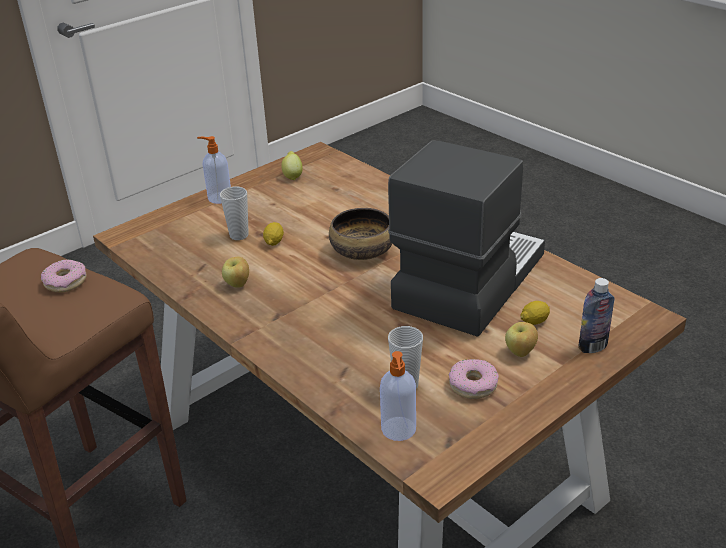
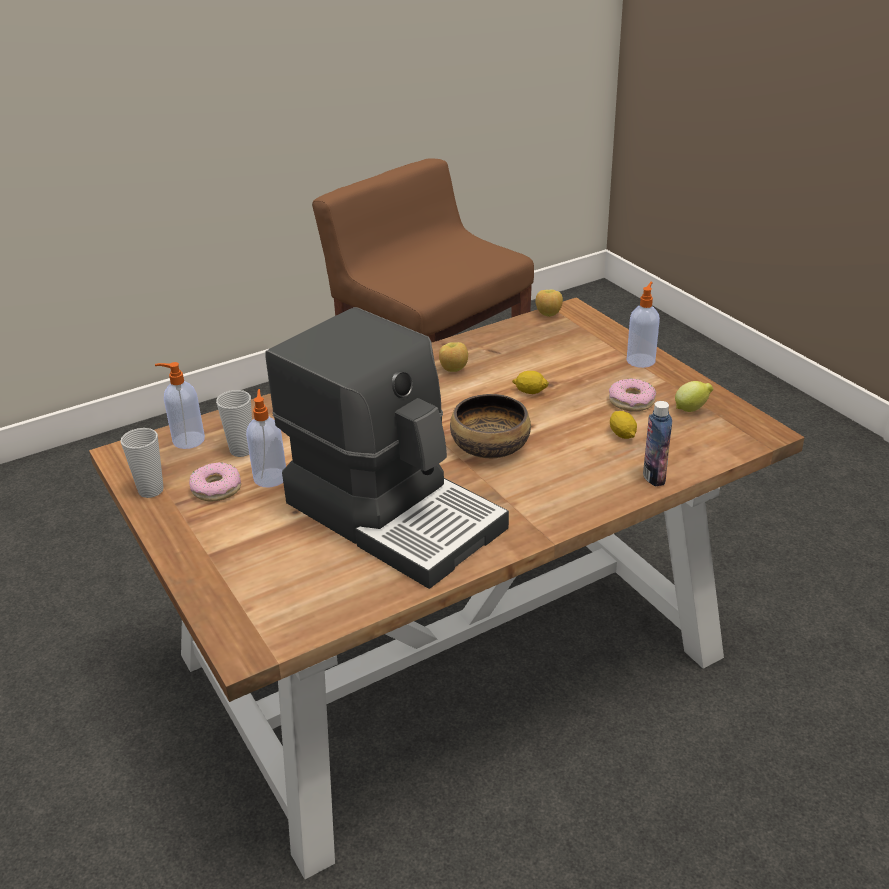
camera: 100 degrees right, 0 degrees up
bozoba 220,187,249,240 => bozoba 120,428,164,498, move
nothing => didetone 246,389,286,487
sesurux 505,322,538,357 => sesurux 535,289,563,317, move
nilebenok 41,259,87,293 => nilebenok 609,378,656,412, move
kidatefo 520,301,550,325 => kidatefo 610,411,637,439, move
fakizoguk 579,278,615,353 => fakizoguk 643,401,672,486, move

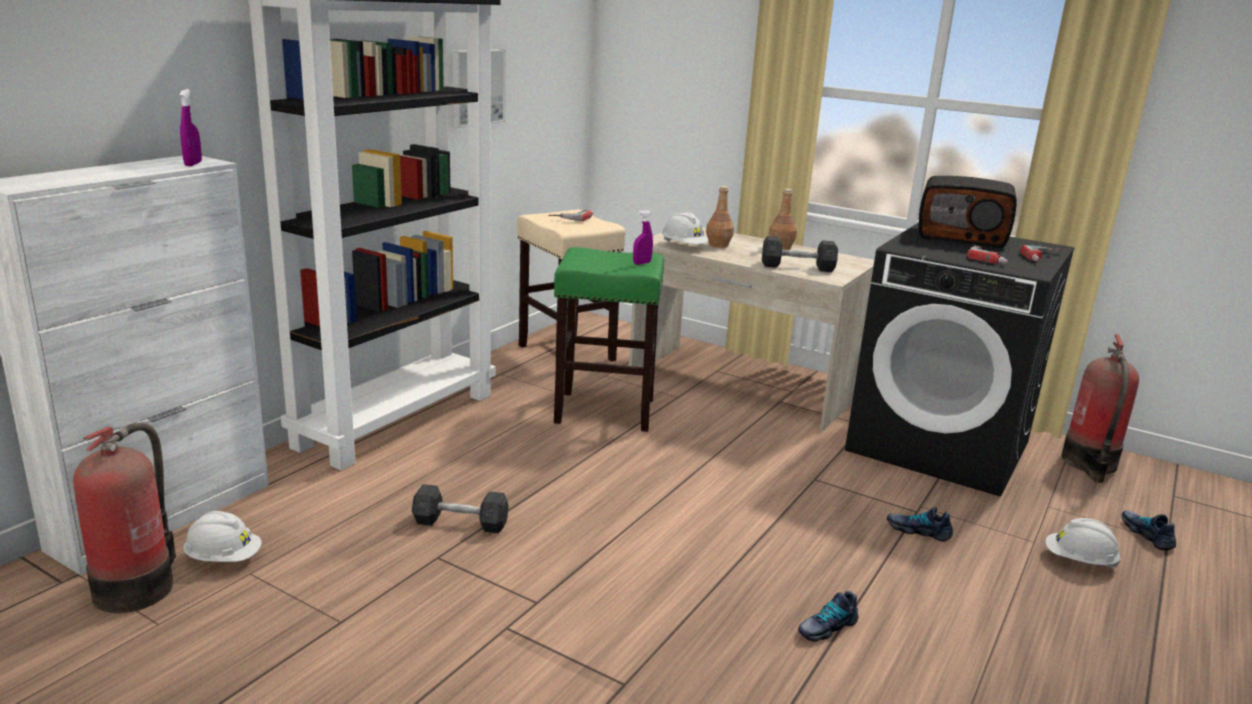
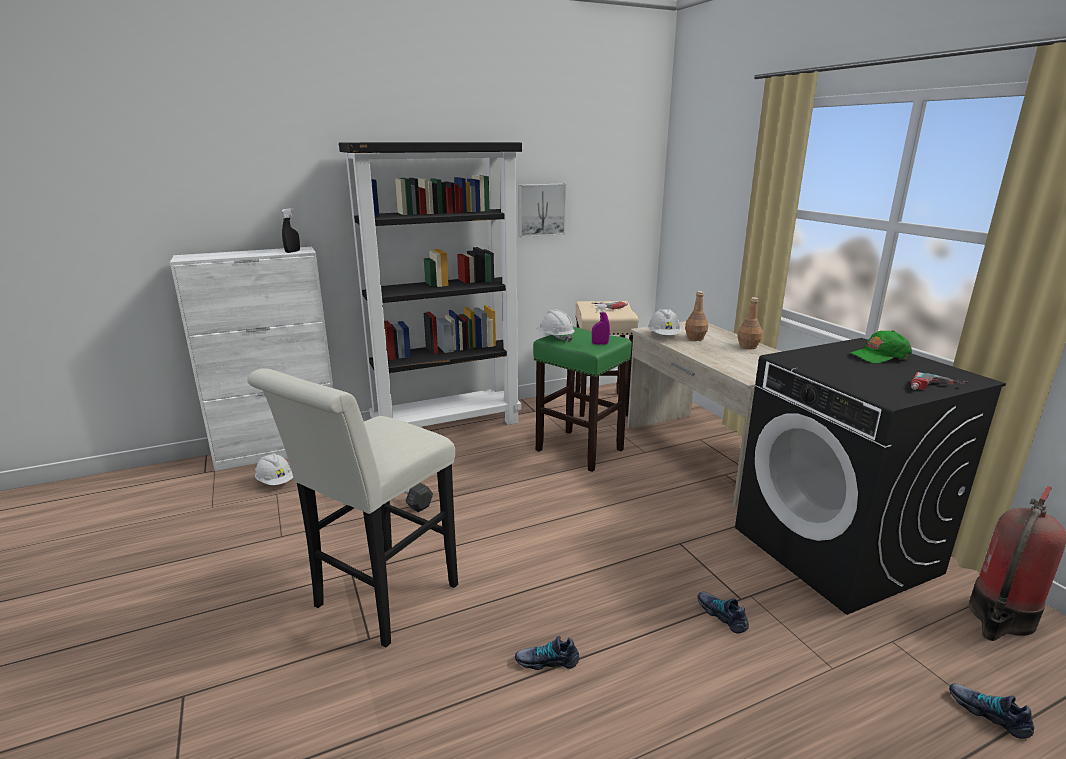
camera: 35 degrees right, 0 degrees up
nothing => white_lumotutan 247,369,458,648
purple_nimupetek 179,89,202,166 => black_nimupetek 281,208,300,253
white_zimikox 1046,518,1120,567 => white_zimikox 536,309,575,342, move
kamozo 919,176,1017,248 => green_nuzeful 850,330,912,363
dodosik 1121,510,1176,551 => dodosik 949,683,1034,739, 60 degrees counterclockwise
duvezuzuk 73,423,176,613 => nothing
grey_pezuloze 762,236,838,272 => nothing
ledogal 967,244,1008,264 => nothing

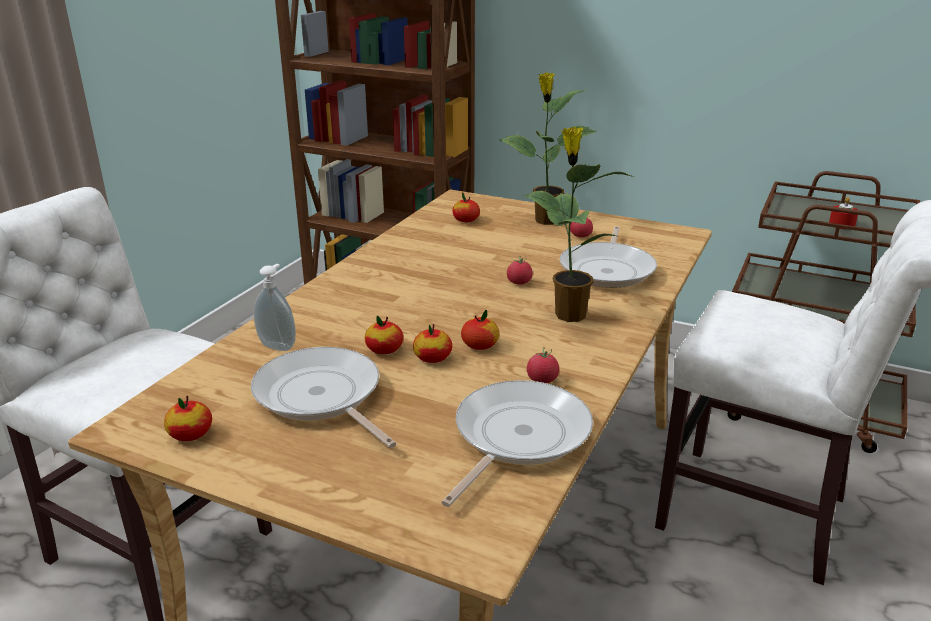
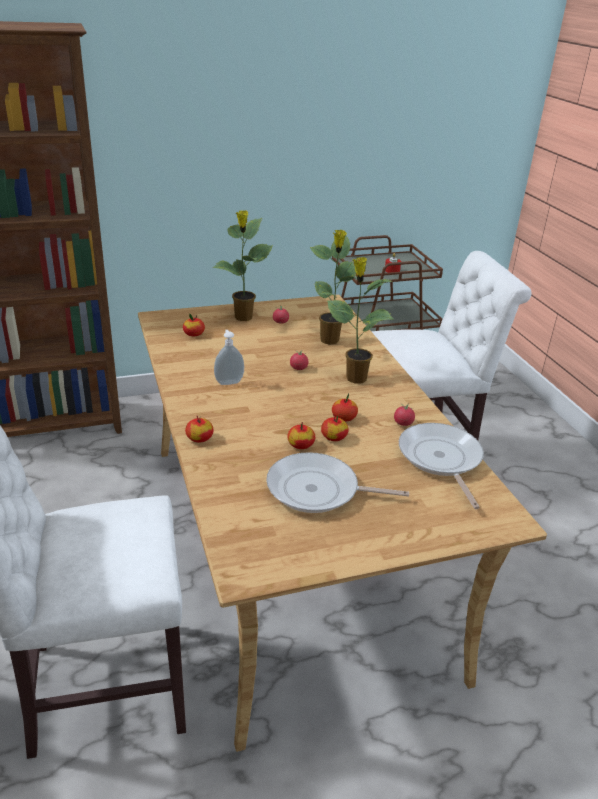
camera: 45 degrees left, 5 degrees up
sesurux 164,396,212,441 => sesurux 185,416,214,443, move
didetone 254,264,296,351 => didetone 214,330,244,385, move
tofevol 560,226,657,288 => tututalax 310,230,357,345

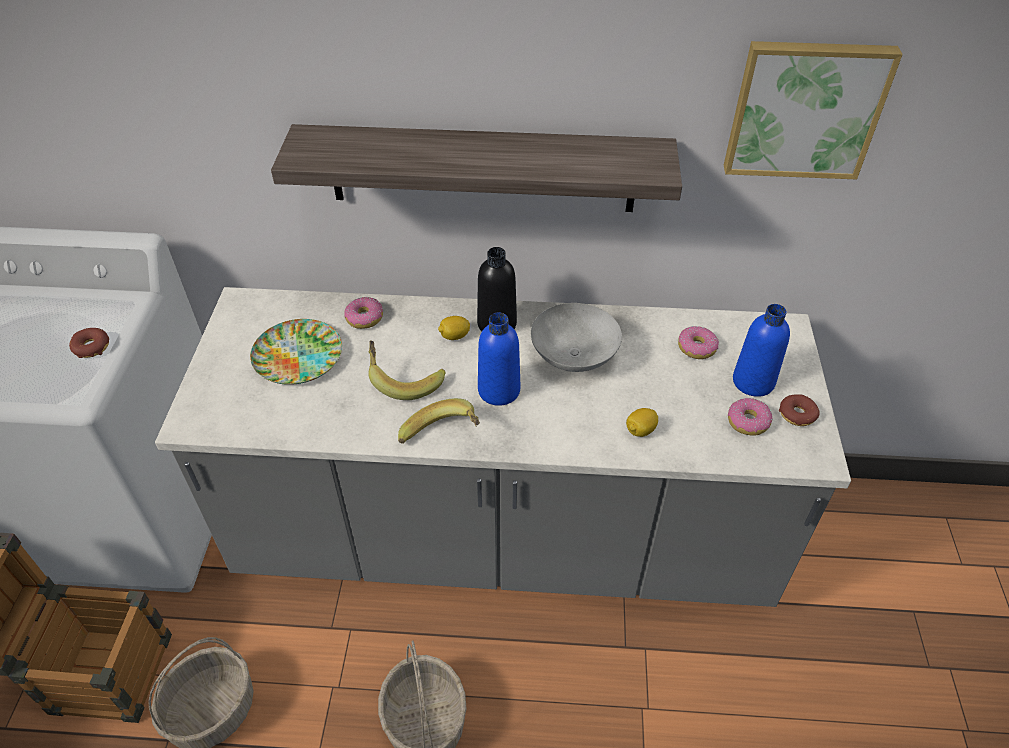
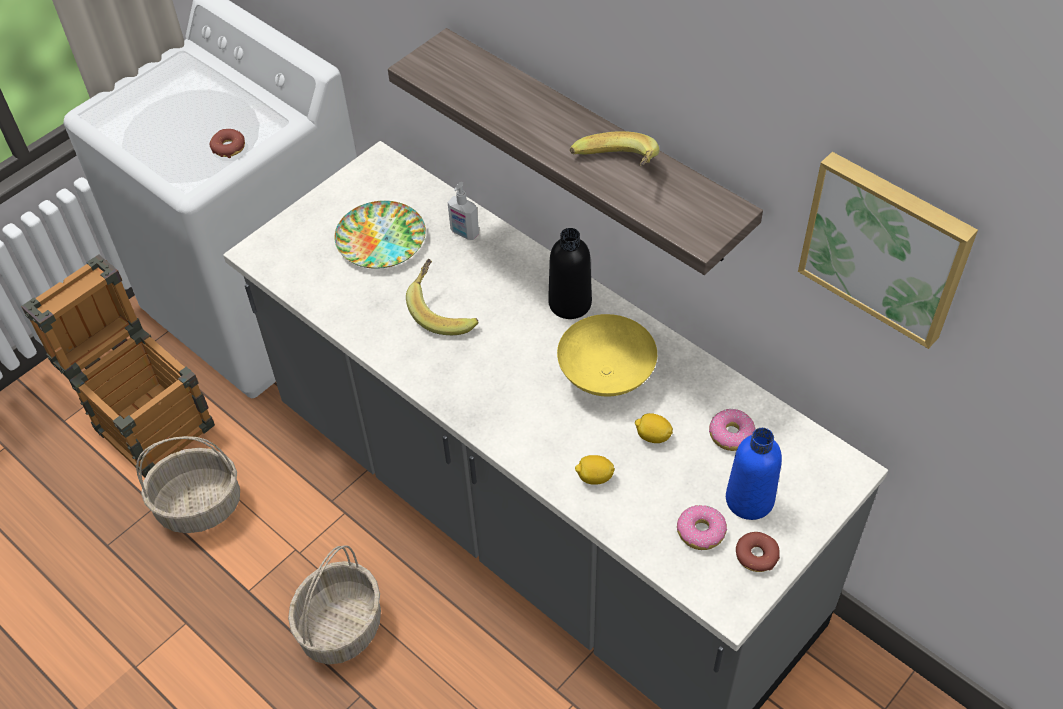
camera: 40 degrees right, 5 degrees up
nilebenok 344,297,383,329 => didetone 448,182,479,240
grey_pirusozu 531,303,622,372 => yellow_pirusozu 557,314,657,397
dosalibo 398,398,480,444 => dosalibo 570,131,659,166, move
kidatefo 438,316,470,340 => kidatefo 635,413,673,443, move
blue_fakizoguk 478,312,520,406 => nothing

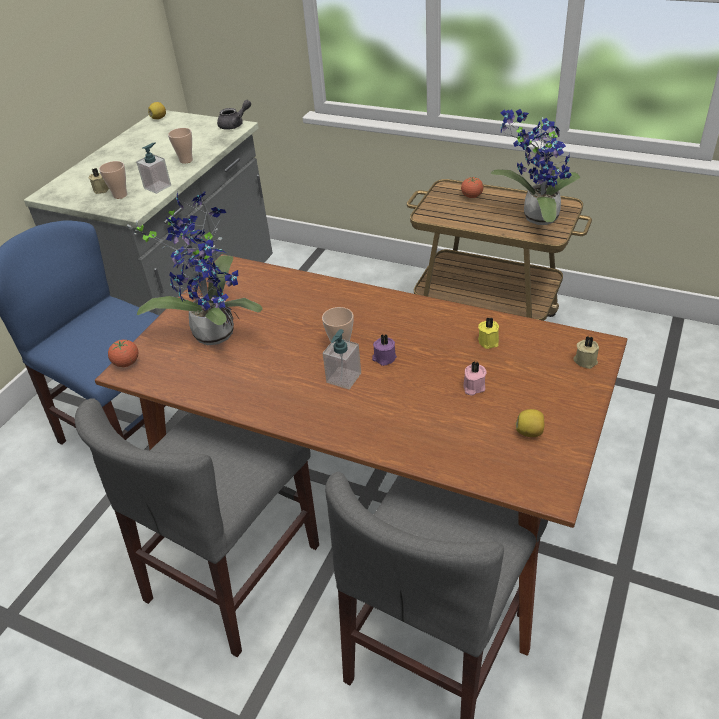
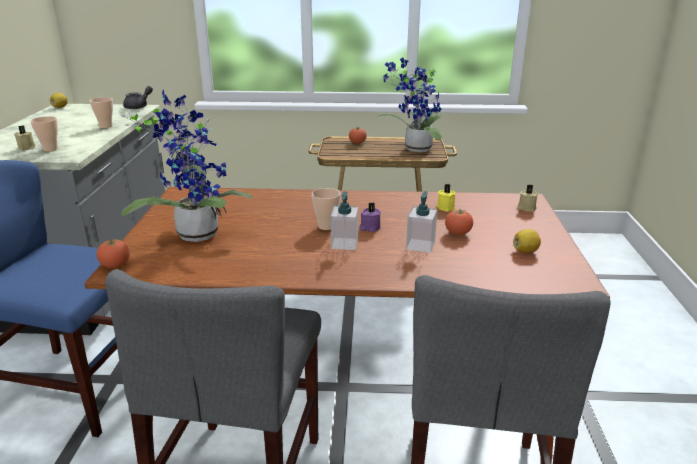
camera: 25 degrees left, 15 degrees down
didetone 136,142,171,194 => didetone 406,191,437,253, move
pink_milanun 463,361,487,396 => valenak 445,209,473,235

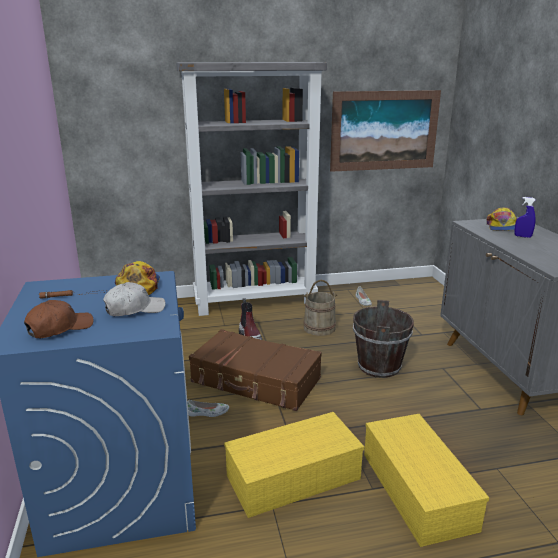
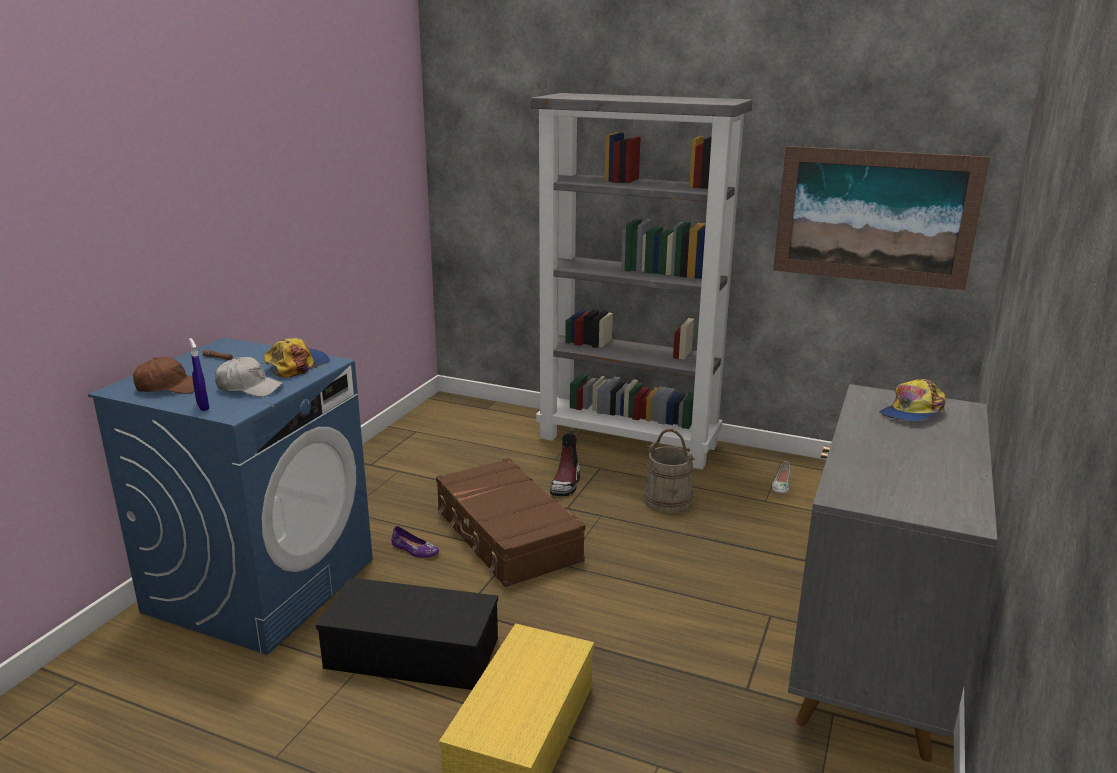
camera: 35 degrees right, 0 degrees up
blue_nimupetek 515,197,536,238 => blue_nimupetek 189,338,209,411, move
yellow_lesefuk 224,412,364,518 => black_lesefuk 316,577,498,690
white_dodosik 188,400,229,417 => purple_dodosik 391,526,439,558
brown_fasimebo 353,300,414,378 => nothing

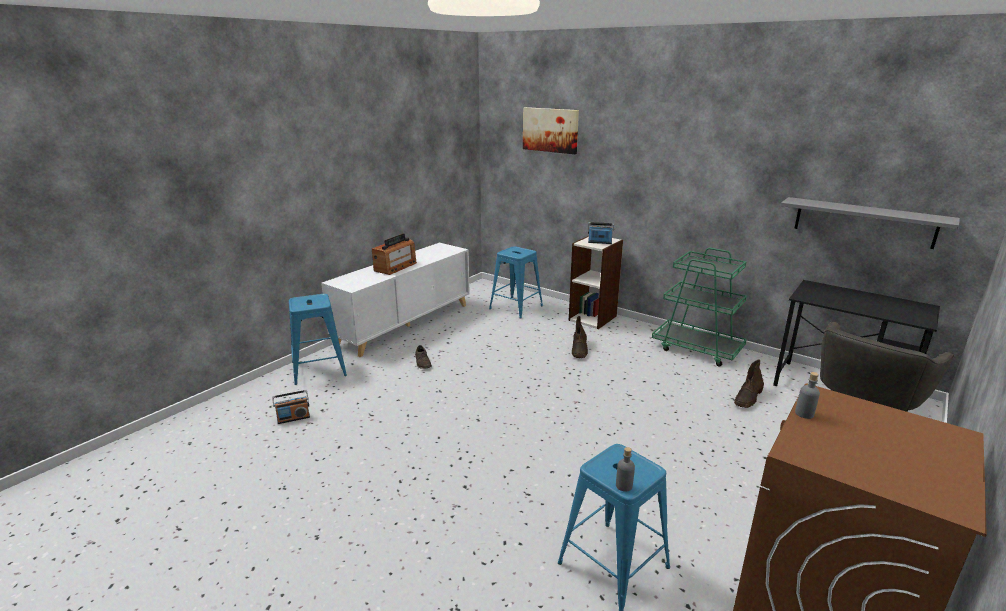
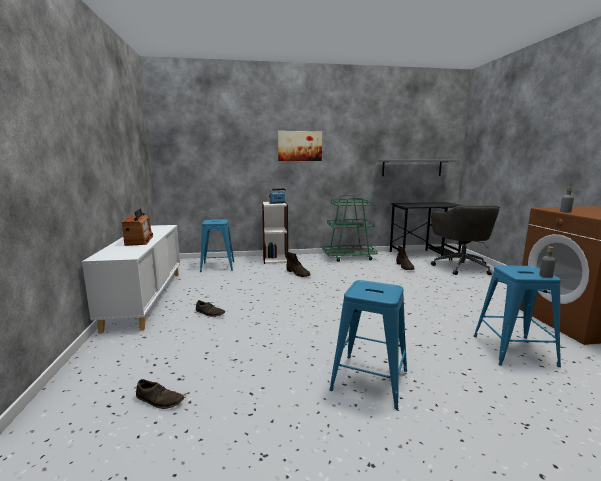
camera: 45 degrees left, 10 degrees down
kamozo 272,390,310,424 => brown_dodosik 136,379,184,409
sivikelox 523,107,579,154 => sivikelox 278,131,322,161, move
blue_lumotutan 289,294,347,385 => blue_lumotutan 329,280,407,409, move

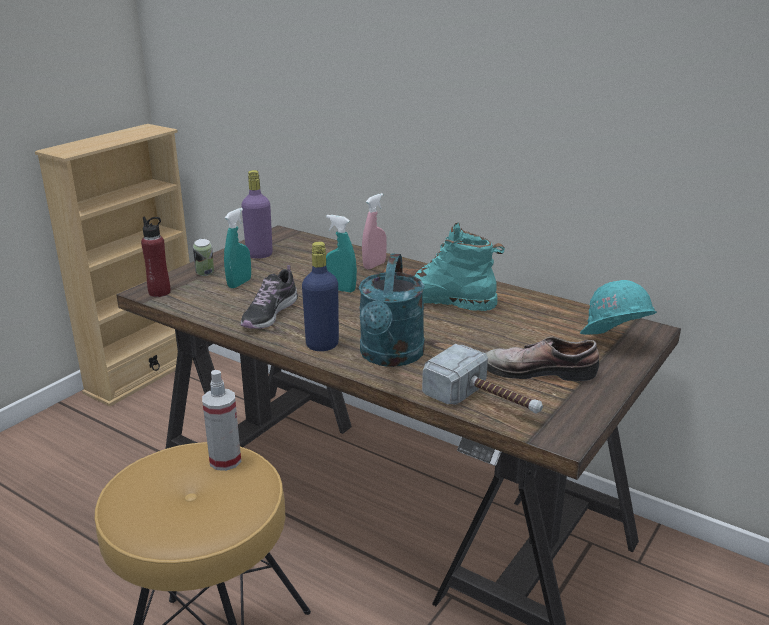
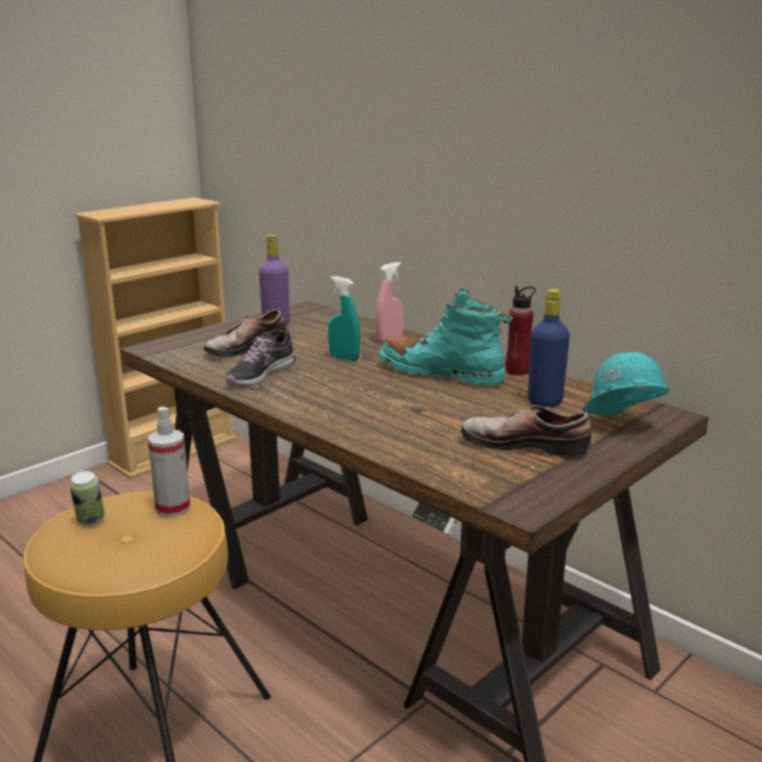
camera: 10 degrees right, 5 degrees down
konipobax 193,239,214,276 => konipobax 69,471,105,525, move
turquoise_nimupetek 224,208,251,288 => dodosik 204,309,286,357
red_fakizoguk 141,216,171,297 => red_fakizoguk 506,286,536,376, move
blue_fakizoguk 302,242,339,351 => blue_fakizoguk 528,289,570,407, move
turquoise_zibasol 359,253,425,367 => nothing
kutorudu 422,344,543,413 => nothing

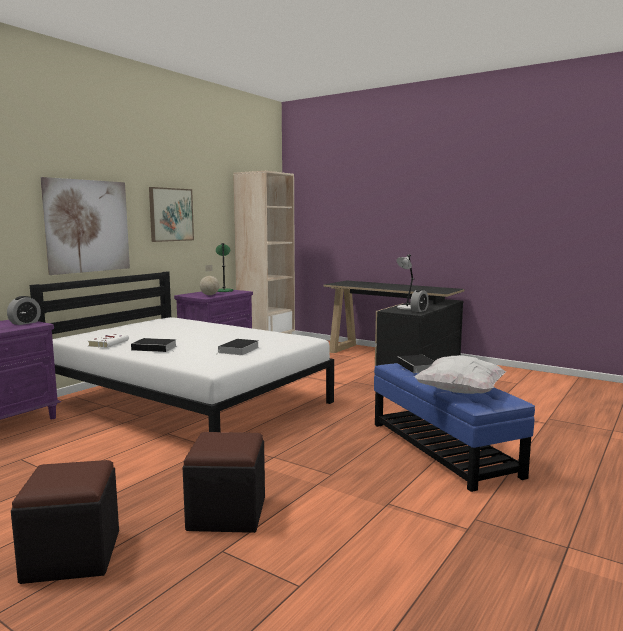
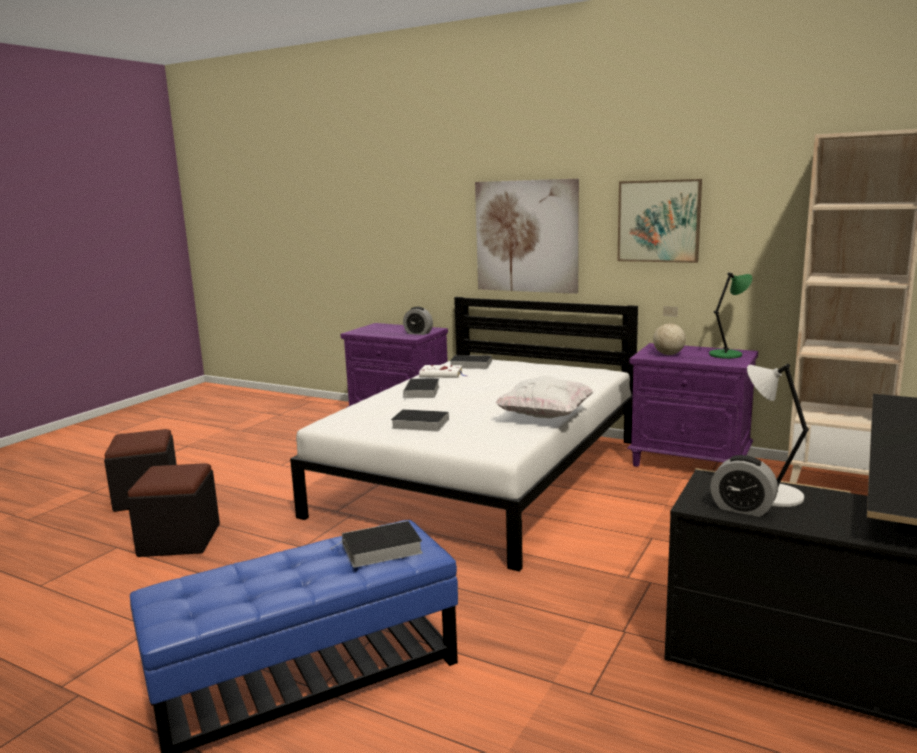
camera: 85 degrees right, 5 degrees up
nothing => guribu 450,355,492,369
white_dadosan 413,355,506,394 => white_dadosan 495,376,594,418, move

